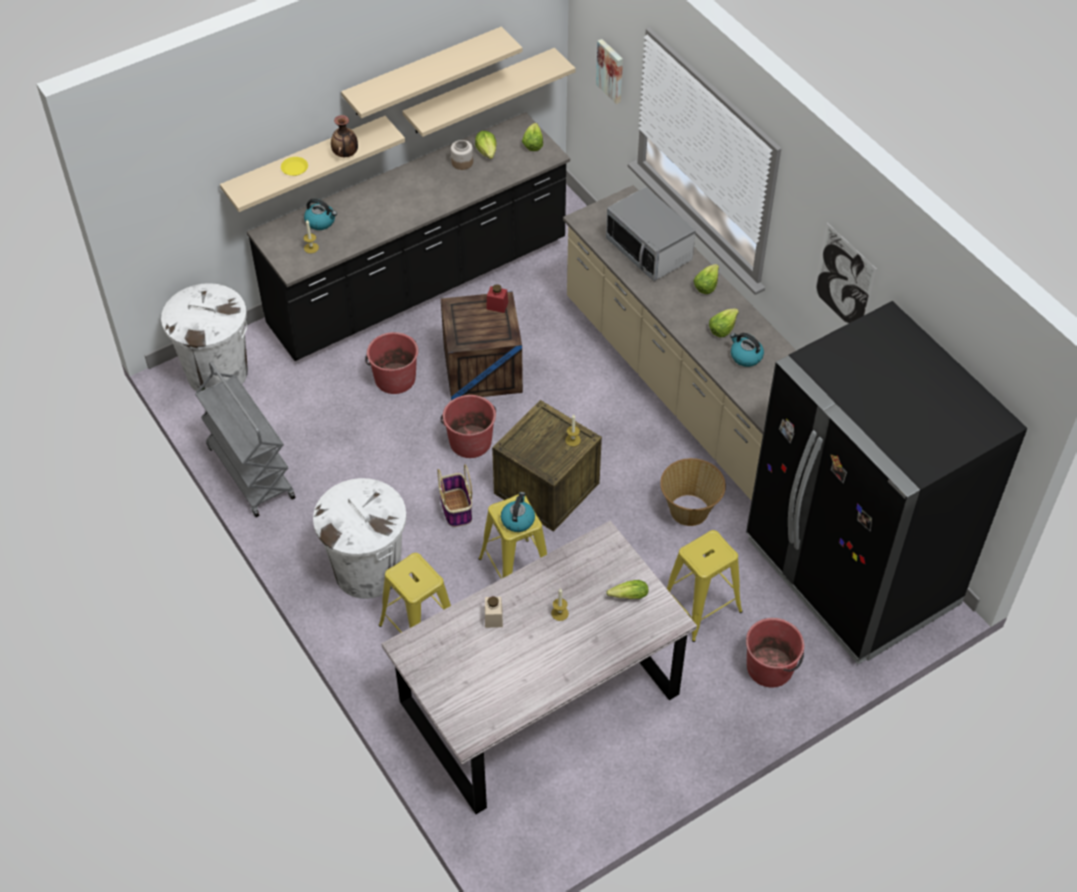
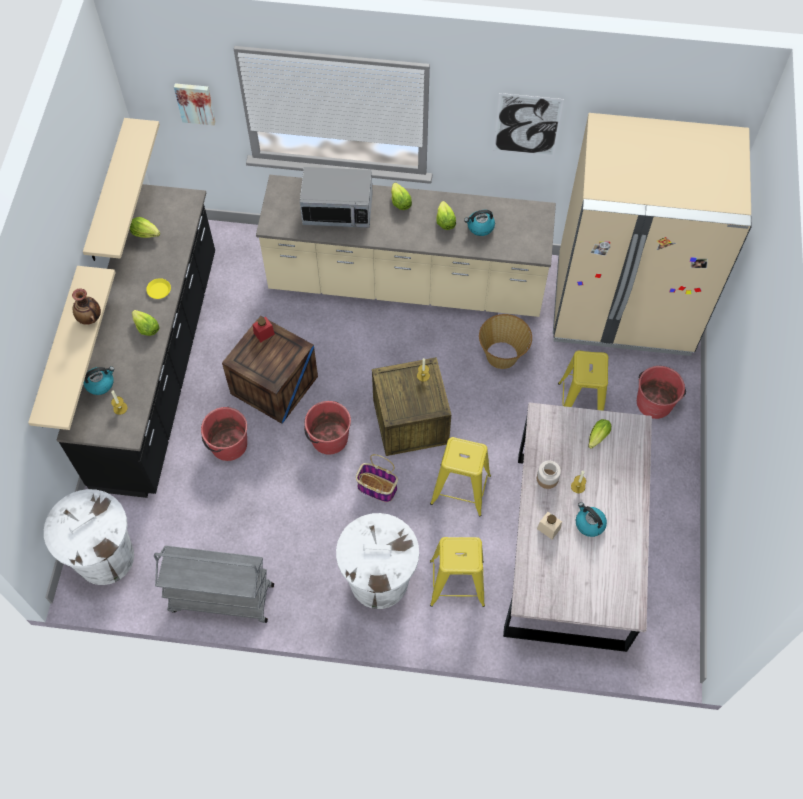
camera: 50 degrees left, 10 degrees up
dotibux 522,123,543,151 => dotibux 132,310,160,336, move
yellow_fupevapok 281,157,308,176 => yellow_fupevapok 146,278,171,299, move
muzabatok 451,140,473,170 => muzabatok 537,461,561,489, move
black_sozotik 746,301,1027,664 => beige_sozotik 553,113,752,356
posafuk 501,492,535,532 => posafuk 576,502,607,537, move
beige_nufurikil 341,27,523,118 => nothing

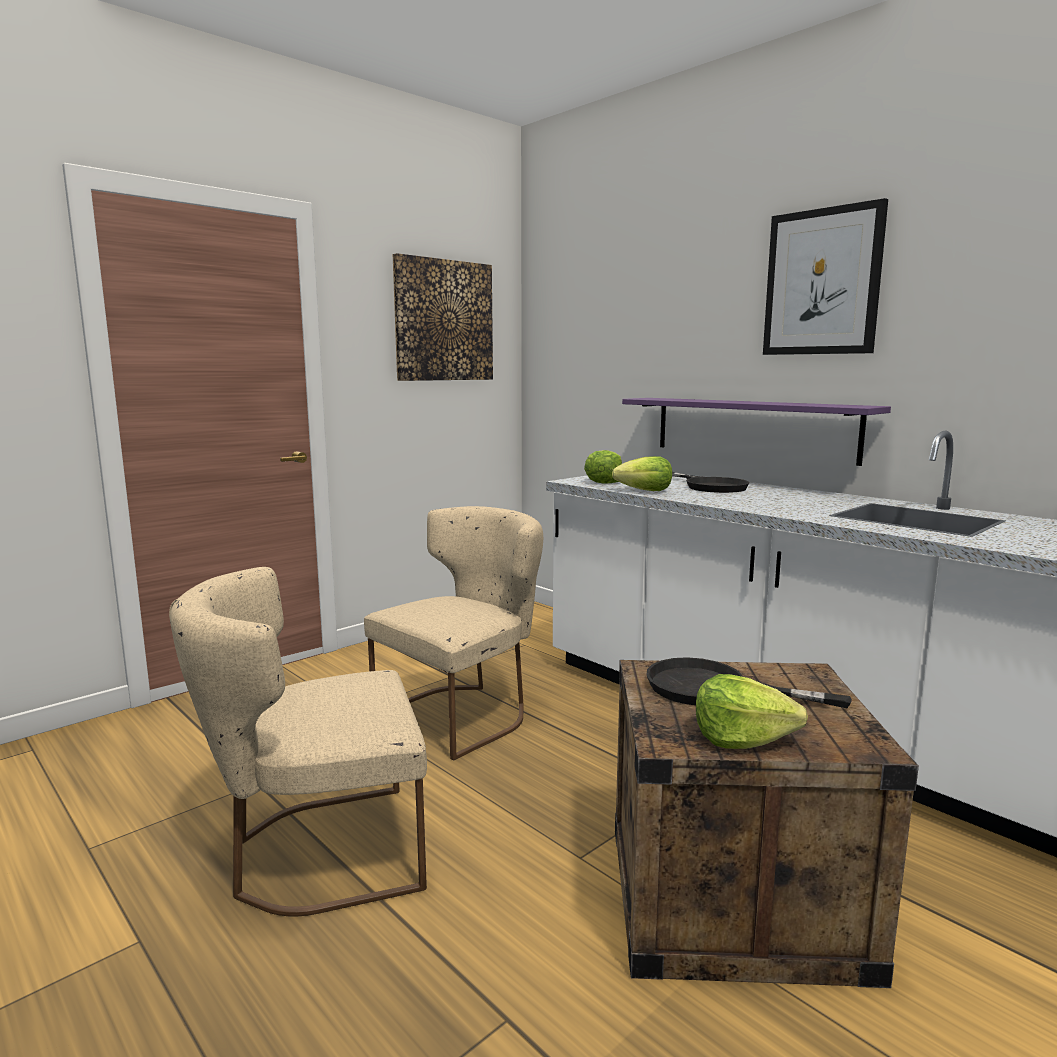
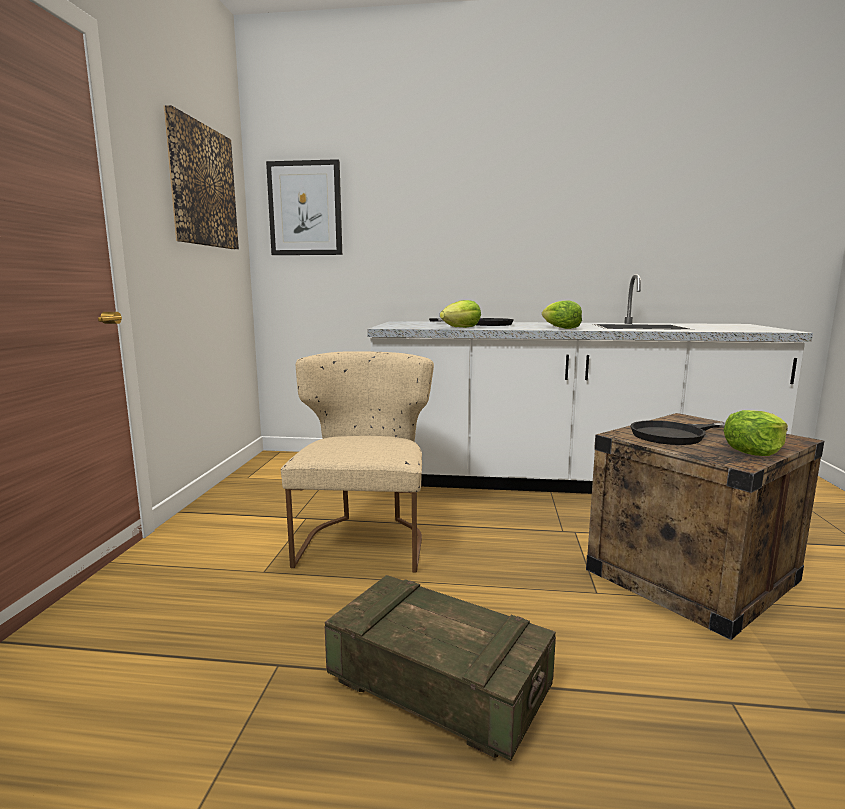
camera: 40 degrees left, 0 degrees up
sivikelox 763,198,888,355 => sivikelox 266,159,342,255, move
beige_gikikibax 169,567,427,916 => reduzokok 325,575,556,761
dotibux 584,450,622,484 => dotibux 542,301,582,329, move
purple_nufurikil 622,398,891,466 => nothing

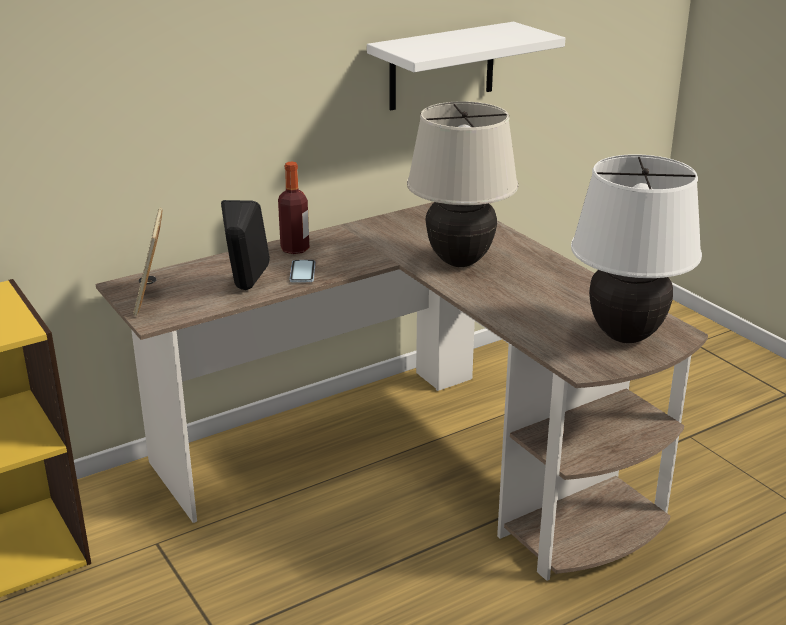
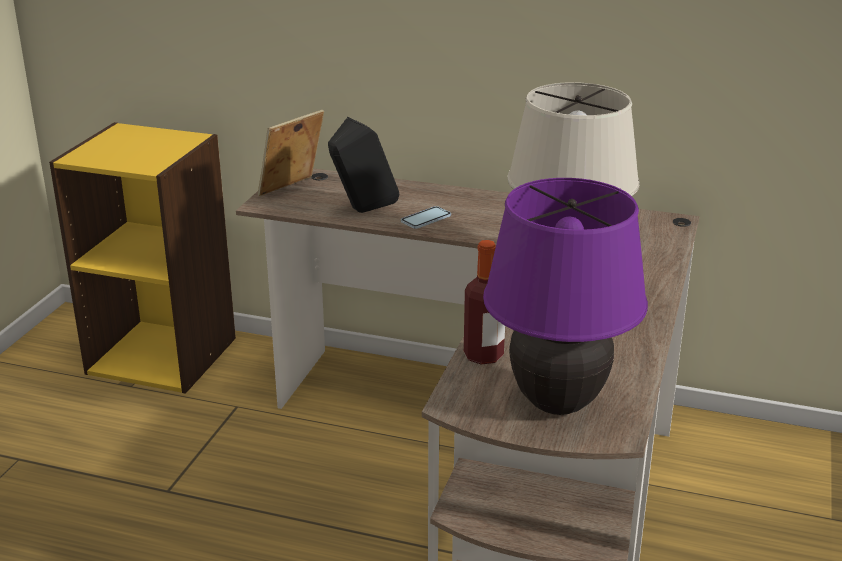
camera: 50 degrees right, 0 degrees up
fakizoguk 278,162,309,254 => fakizoguk 464,240,505,365, move
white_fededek 571,154,702,343 => purple_fededek 483,178,648,415
white_nufurikil 367,22,565,110 => nothing

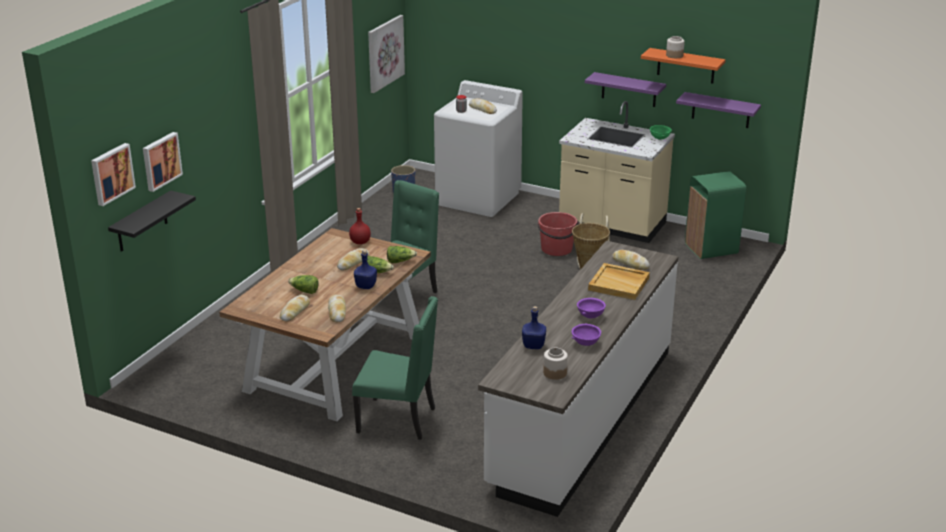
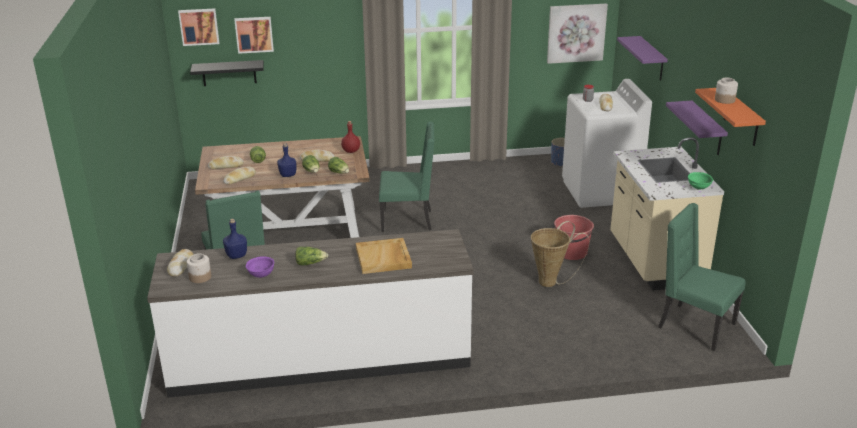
camera: 55 degrees right, 0 degrees up
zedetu 612,250,650,270 => zedetu 167,249,194,276, move
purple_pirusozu 577,298,606,318 => dotibux 295,246,328,265
purple_nufurikil 676,92,761,128 => purple_nufurikil 617,36,668,81, move
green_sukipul 685,171,746,259 => green_gikikibax 658,203,746,351

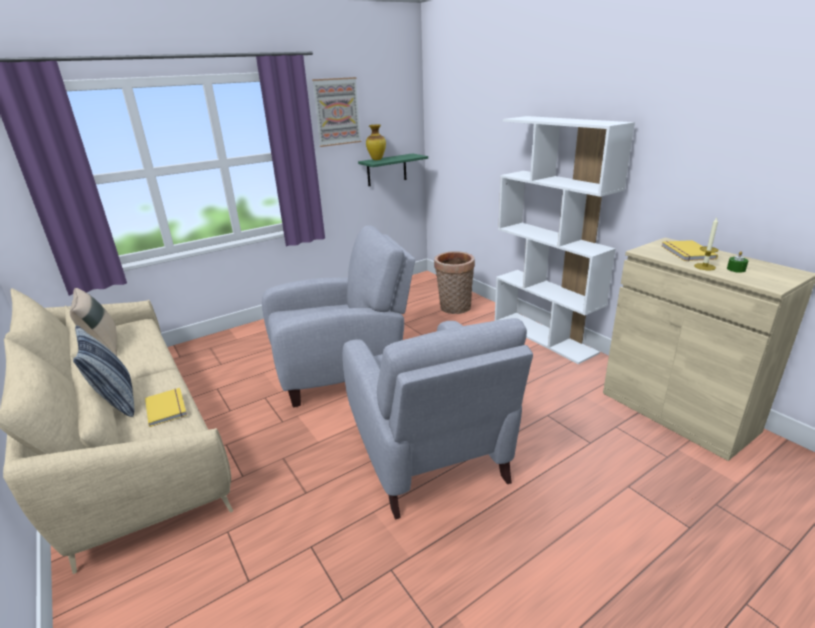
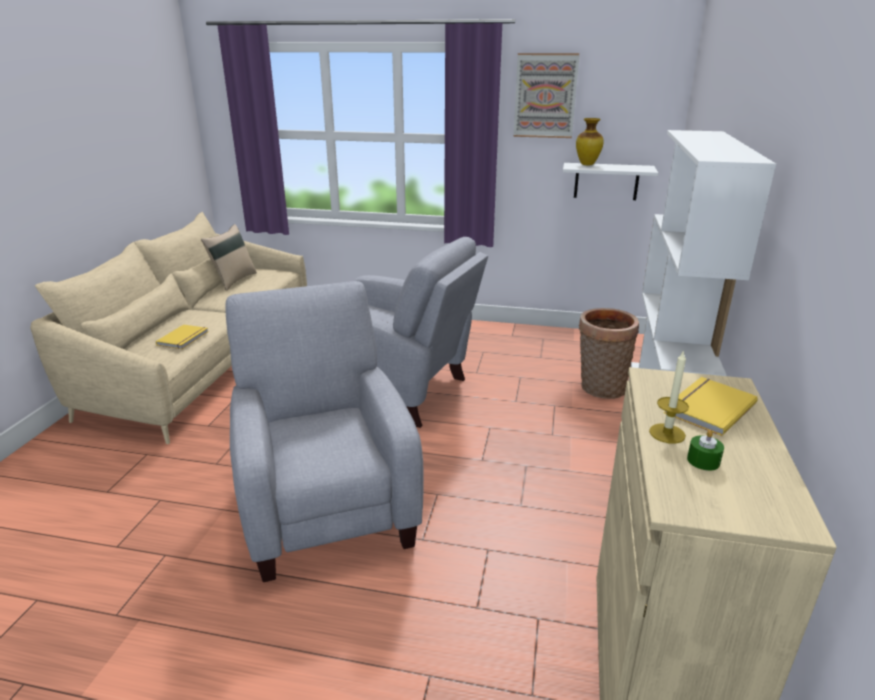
camera: 45 degrees right, 0 degrees up
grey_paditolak 342,318,533,519 => grey_paditolak 225,281,424,582, 135 degrees clockwise
green_nufurikil 358,153,428,186 => white_nufurikil 563,163,658,200
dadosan 73,325,134,417 => nothing

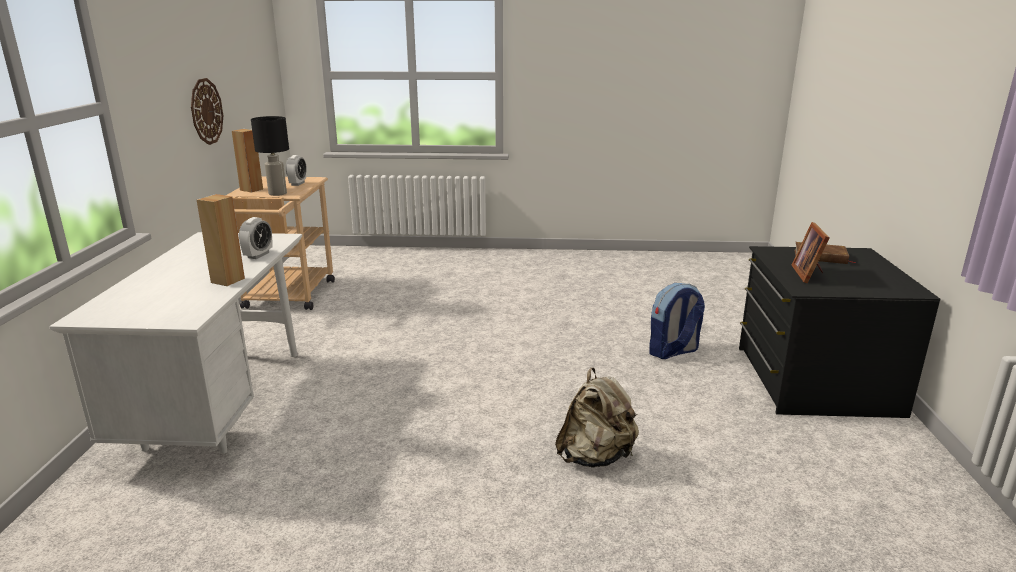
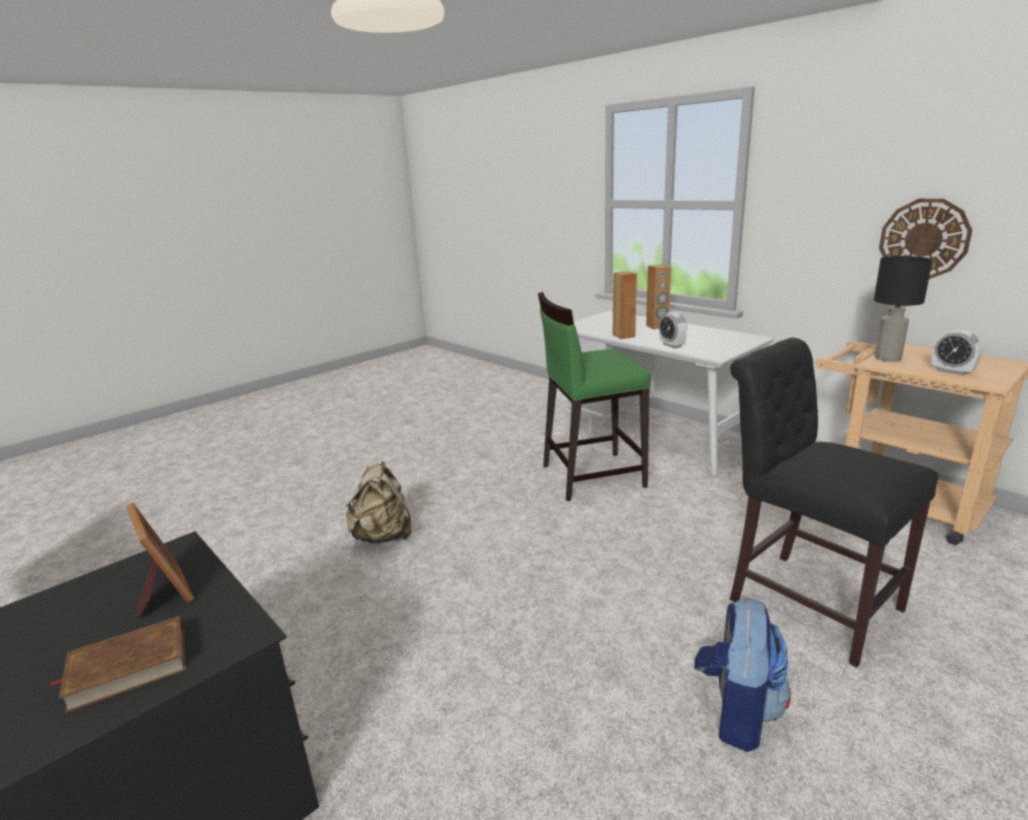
camera: 135 degrees right, 0 degrees up
nothing => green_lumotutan 538,292,651,501
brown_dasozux 232,129,263,193 => brown_dasozux 646,264,671,329, move
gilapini 649,283,705,359 => gilapini 694,597,791,752, move
nothing => black_gikikibax 730,338,938,667

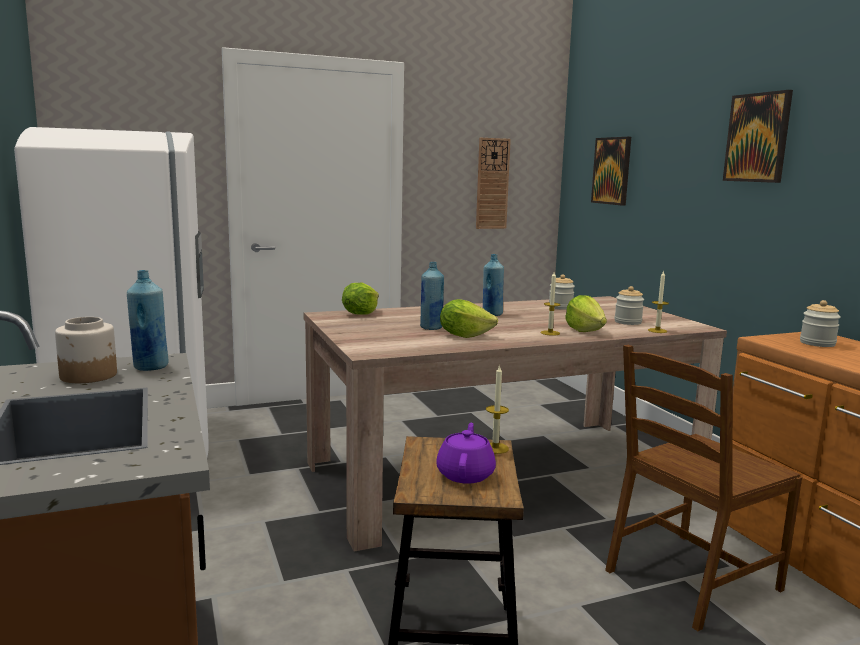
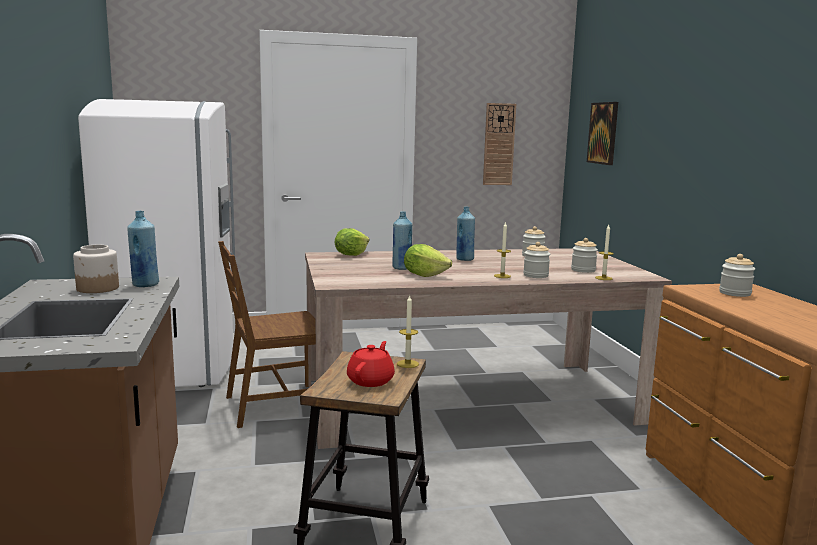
camera: 10 degrees right, 0 degrees up
brown_gikikibax 605,345,802,631 => brown_gikikibax 218,241,316,428, move
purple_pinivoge 437,423,496,484 => red_pinivoge 347,341,395,387
dotibux 566,295,607,332 => muzabatok 523,242,550,278
sivikelox 723,90,793,183 => nothing

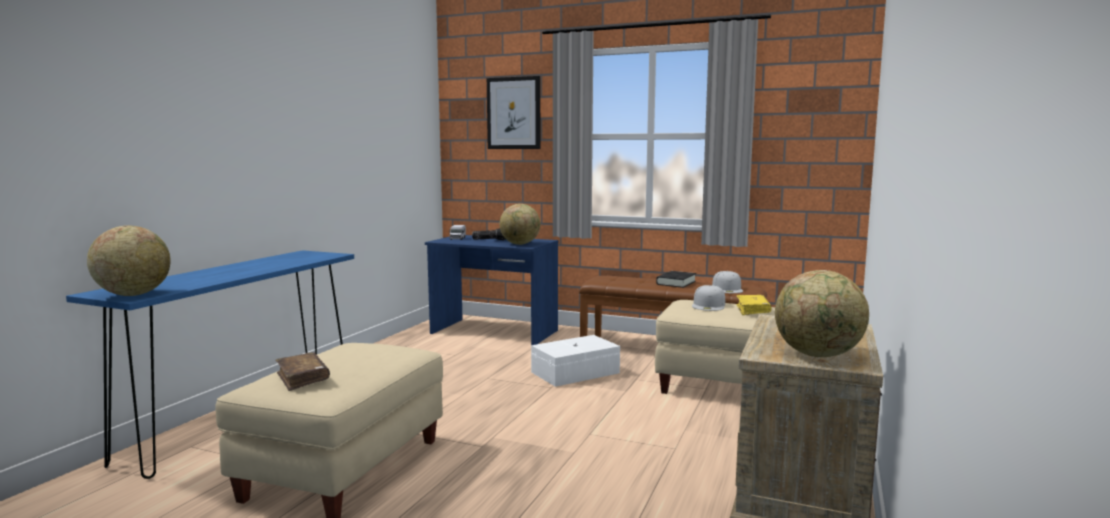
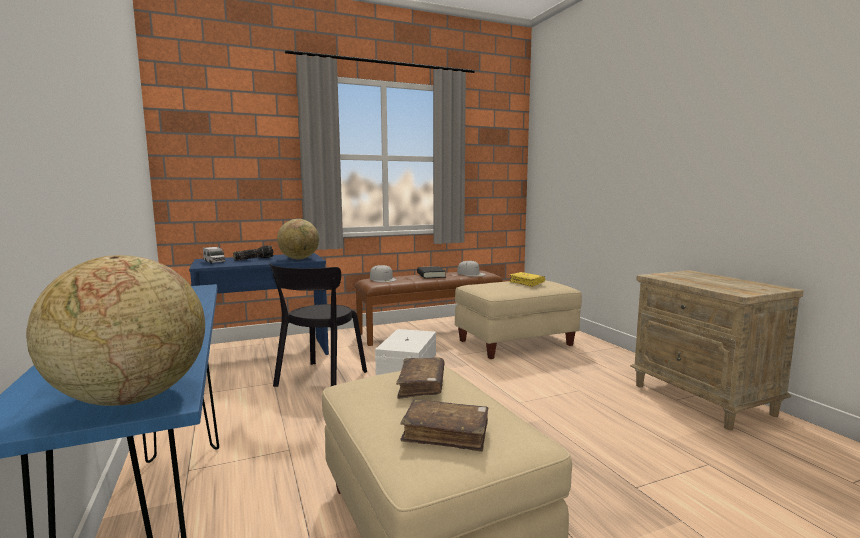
camera: 45 degrees left, 0 degrees up
nothing => black_gikikibax 268,263,367,387
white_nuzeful 692,285,725,311 => white_nuzeful 370,265,396,282, move
nothing => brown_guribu 396,357,444,399
sivikelox 487,76,540,149 => nothing
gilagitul 775,270,869,357 => nothing

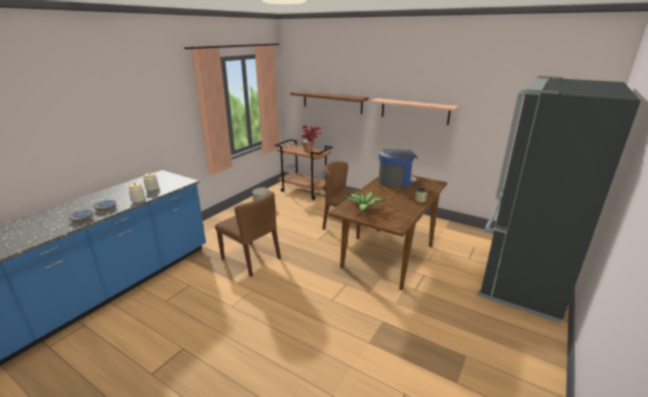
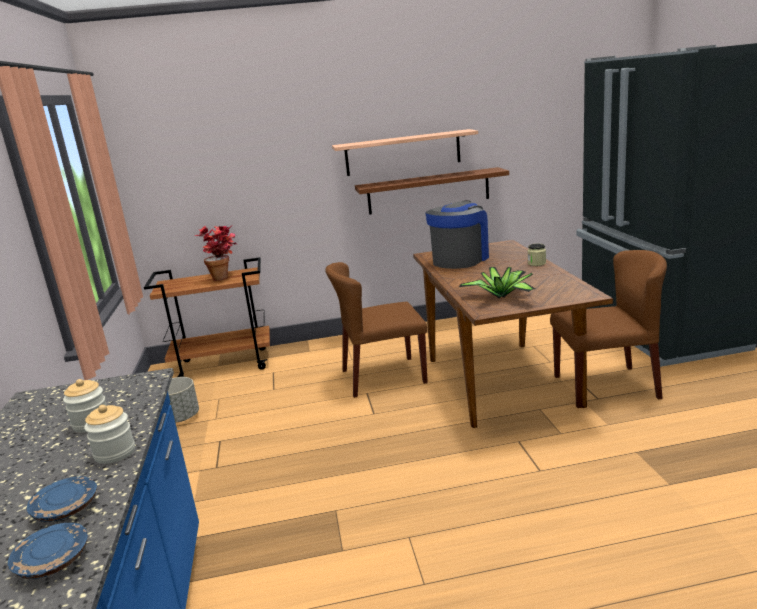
camera: 40 degrees left, 5 degrees down
brown_nufurikil 290,91,369,114 => brown_nufurikil 355,167,509,215, move
brown_gikikibax 215,191,281,277 => brown_gikikibax 550,250,667,408, move

